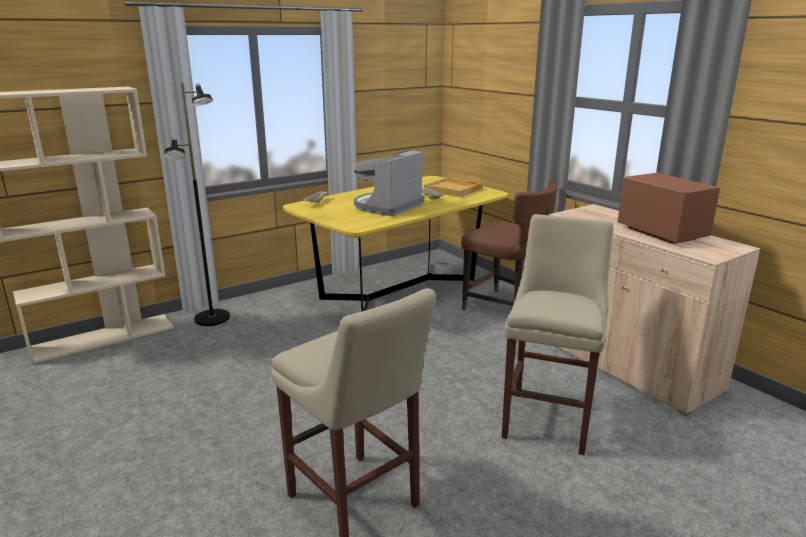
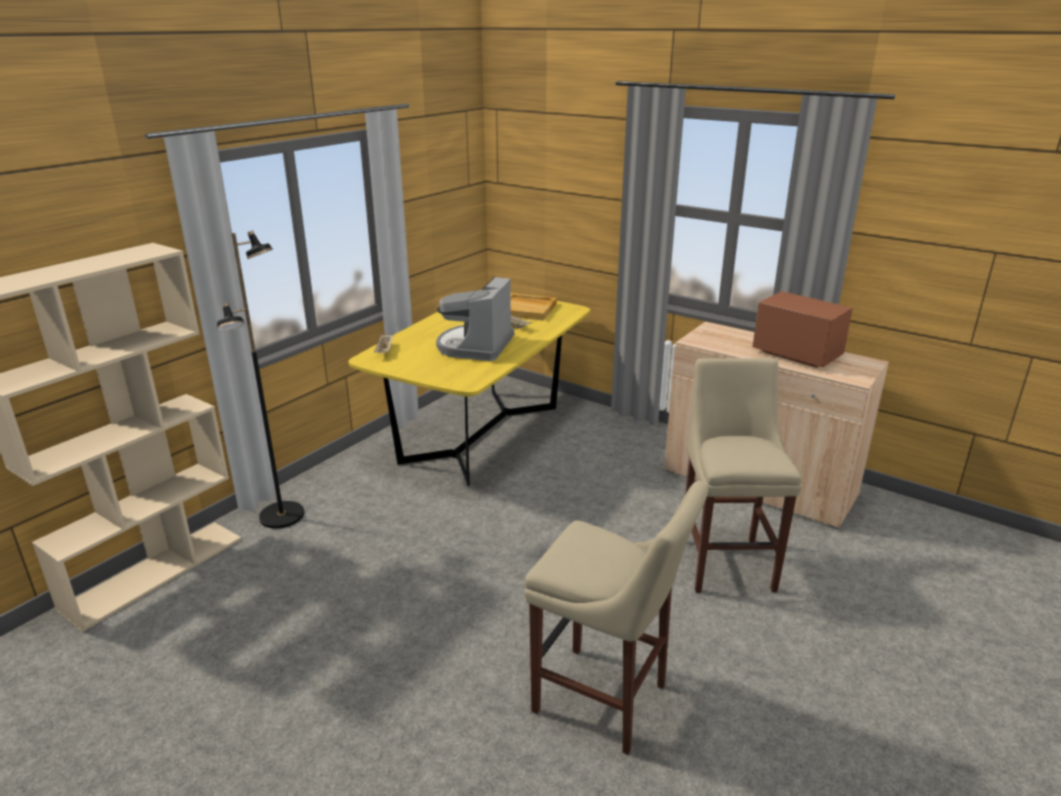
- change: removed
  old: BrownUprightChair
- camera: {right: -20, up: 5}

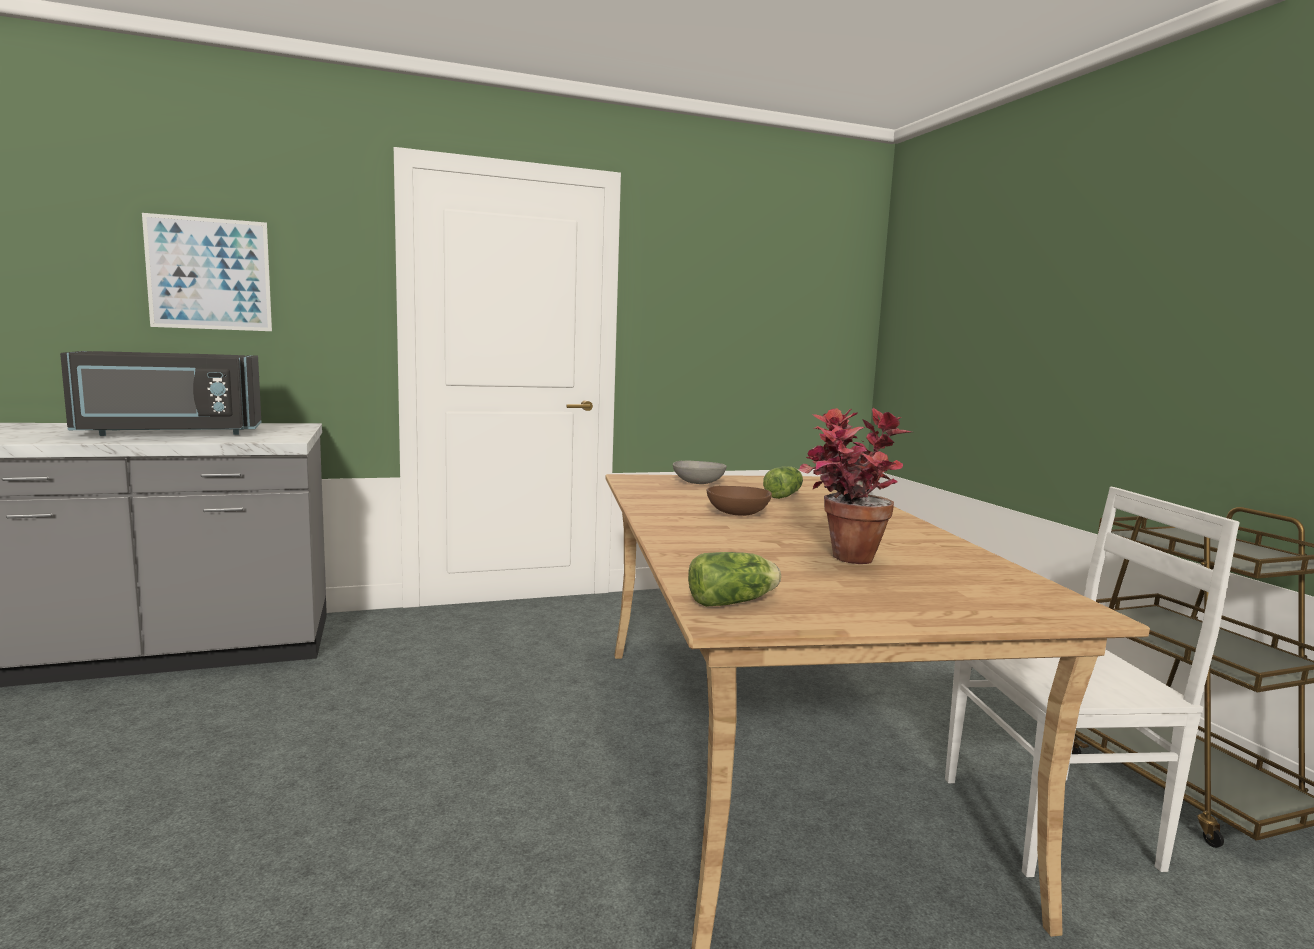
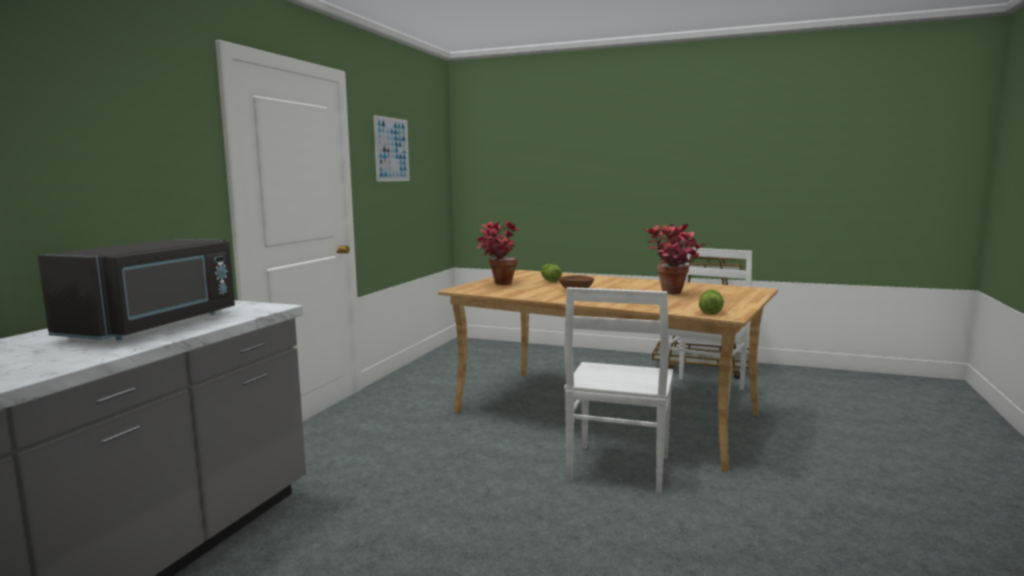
- change: moved
  old: WallPicture
- change: replaced
  old: GreyDeepDish
  new: PottedPlant (1st from left)
- change: added
  new: WhiteUprightChair (1st from left)
- camera: {right: -50, up: 0}

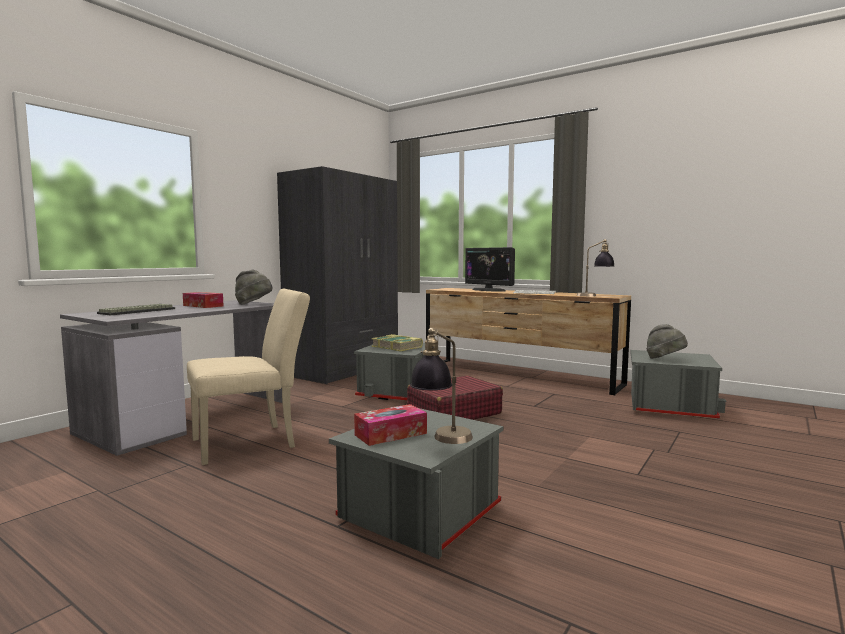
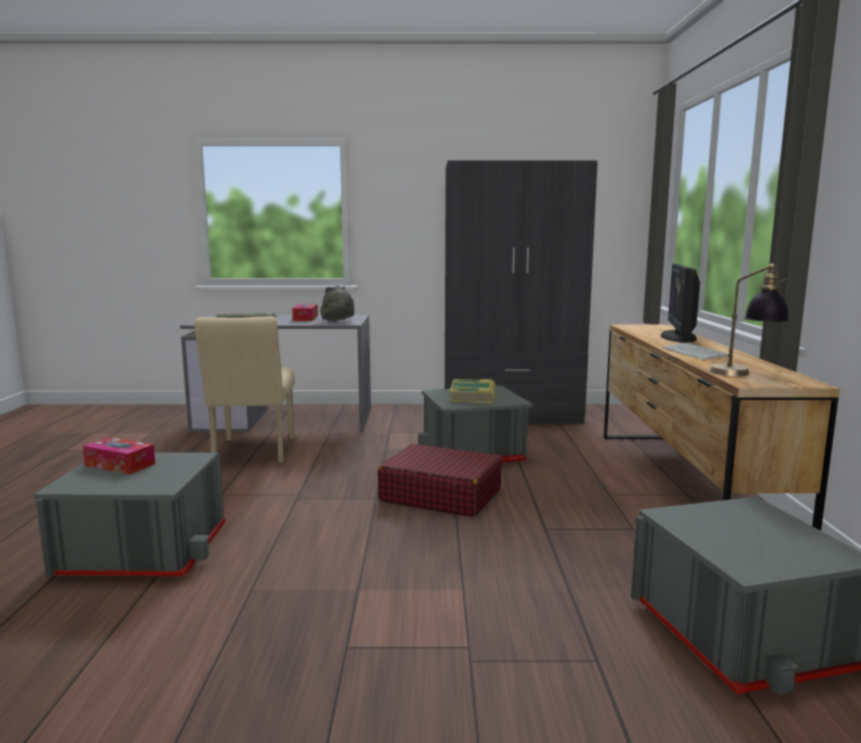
- change: turned
  old: BeigeUprightChair
  degrees: 60
- change: removed
  old: LampForATable (1st from left)
- change: removed
  old: GreyClothingHat (2nd from left)
- camera: {right: 55, up: 5}

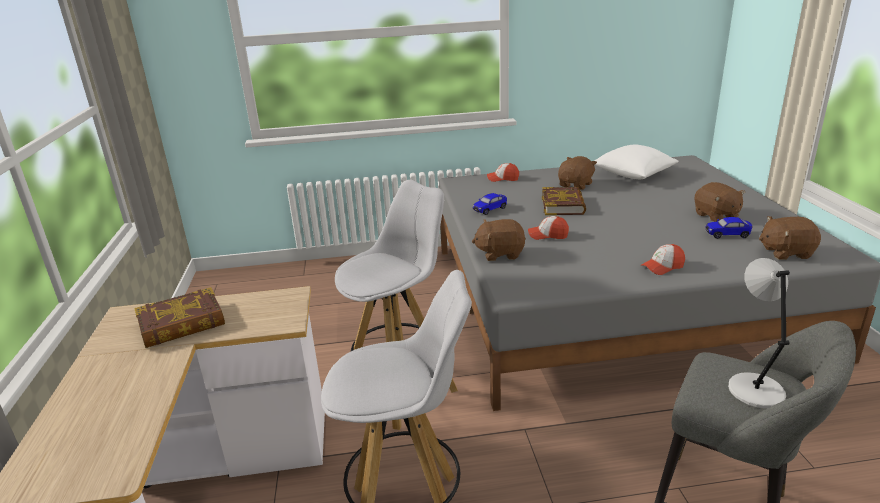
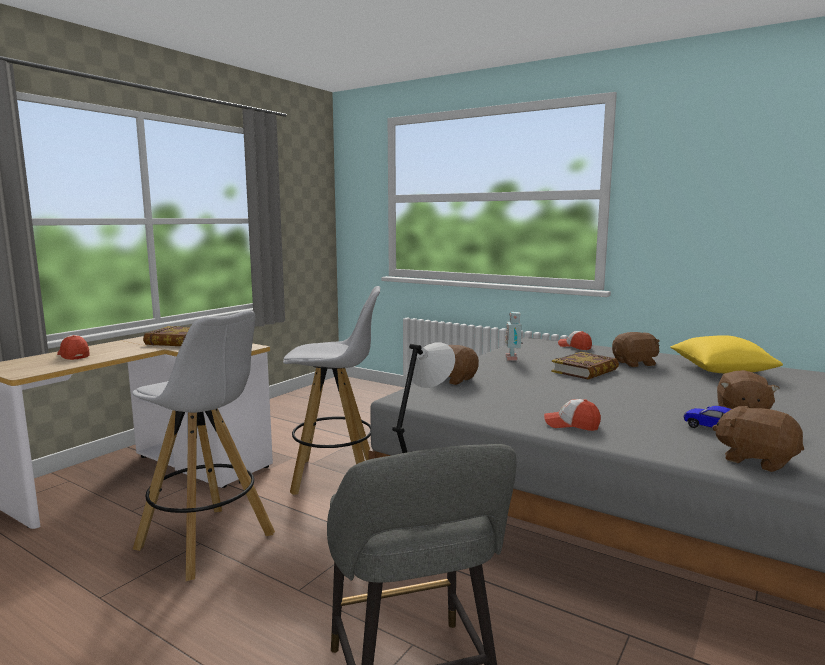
- change: replaced
  old: ToyCar (1st from left)
  new: ModelRobot
- change: moved
  old: Cap (2nd from left in the first image)
  new: Cap (1st from left)
- change: recoloured
  old: WhiteCushion
  new: YellowCushion
- camera: {right: 40, up: -15}

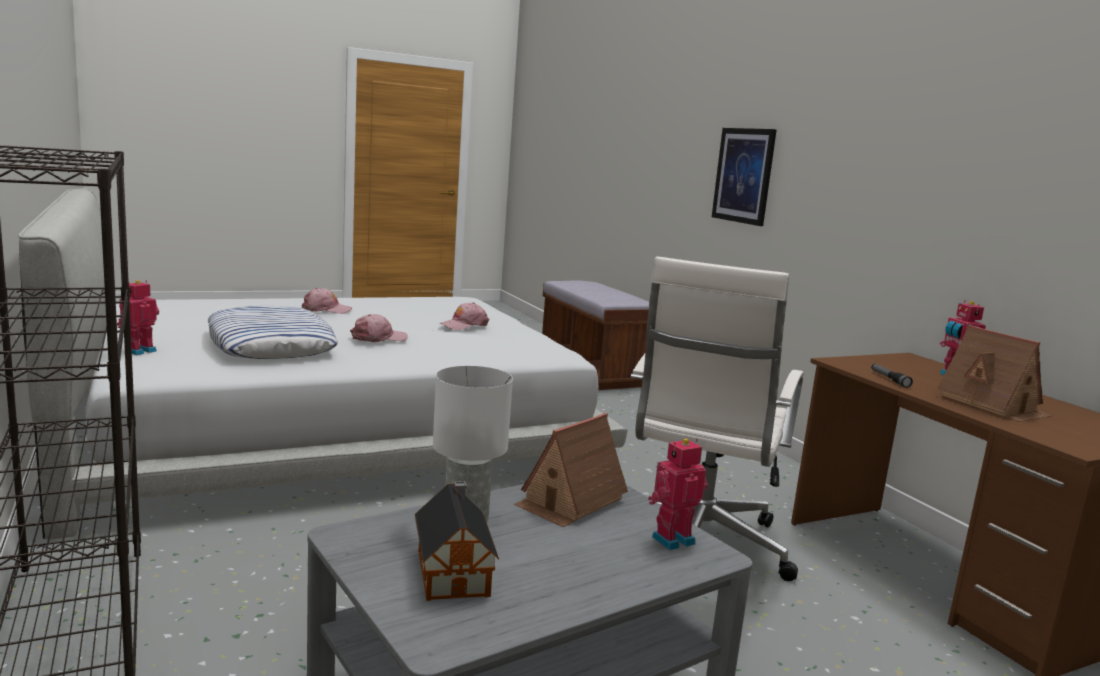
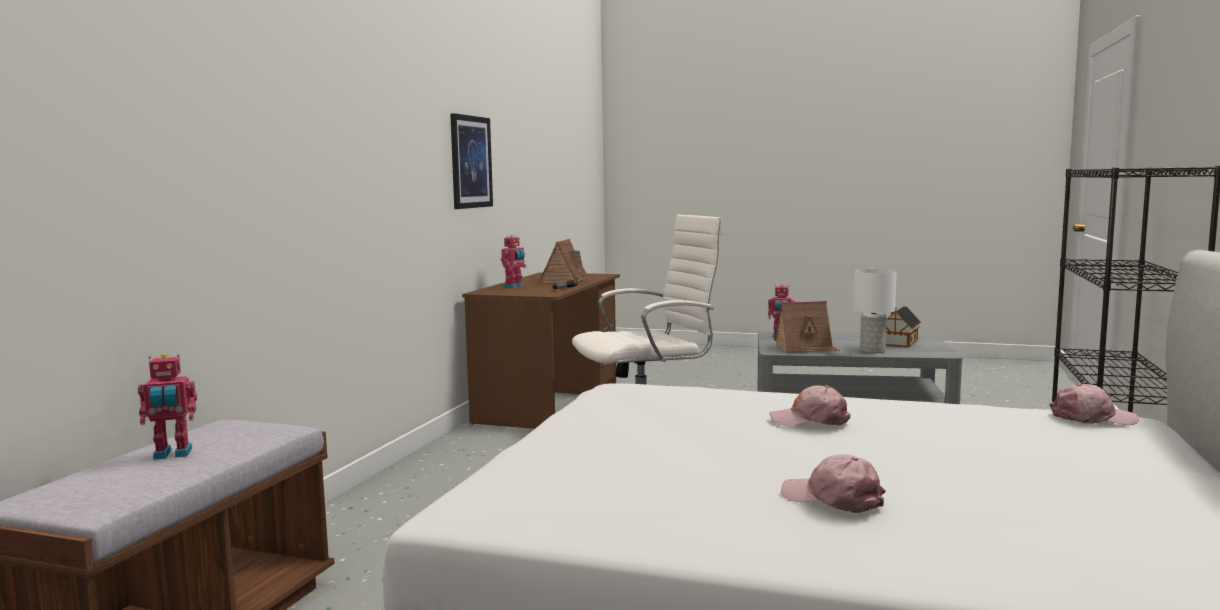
- change: moved
  old: ModelRobot (1st from left)
- change: removed
  old: Cushion
- change: moved
  old: PinkColouredCap (3rd from left)
- change: moved
  old: WallPicture
- camera: {right: -135, up: -5}

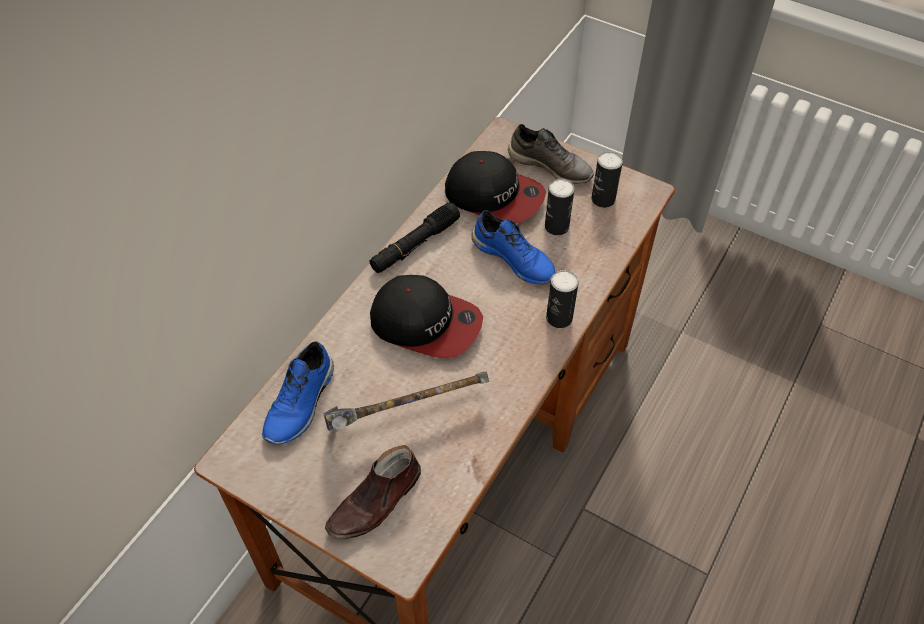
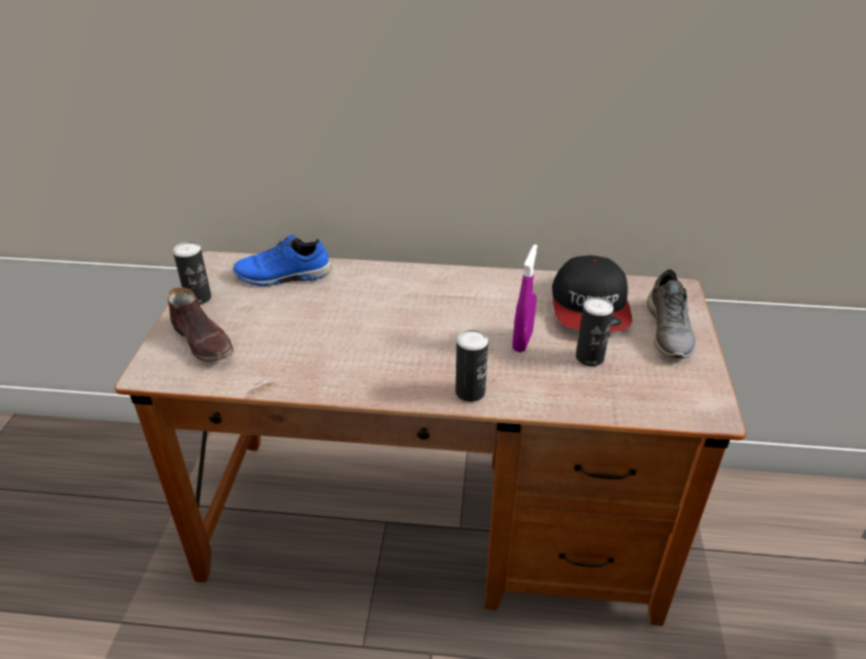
- change: removed
  old: ToolHammer
- change: turned
  old: BrownItemOfFootwear
  degrees: -150
- change: removed
  old: BlackColouredFlashlight
- change: removed
  old: Cap (1st from left)
- change: replaced
  old: BluishItemOfFootwear (2nd from left)
  new: PurpleSprayBottle
- change: moved
  old: SealedCan (3rd from left in the first image)
  new: SealedCan (1st from left)
- camera: {right: 65, up: -15}

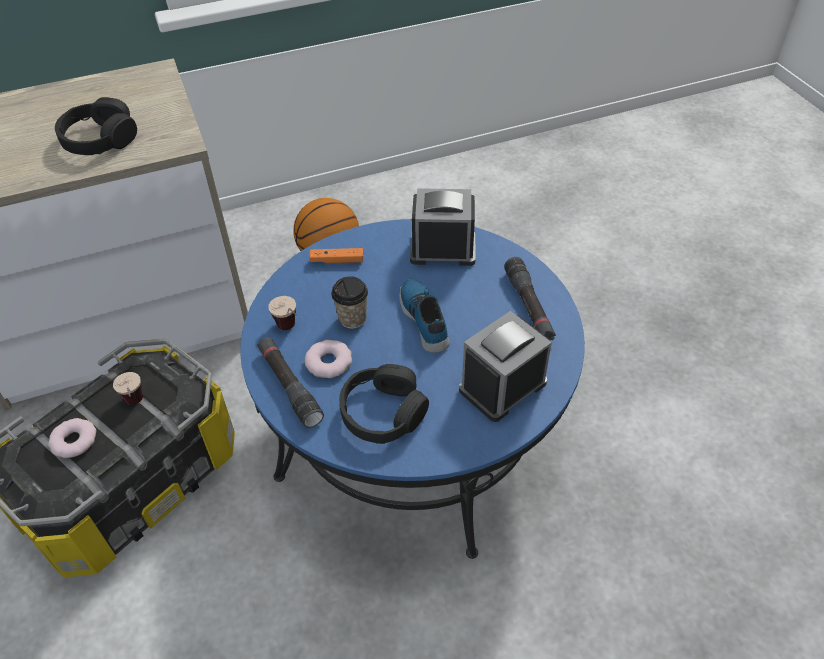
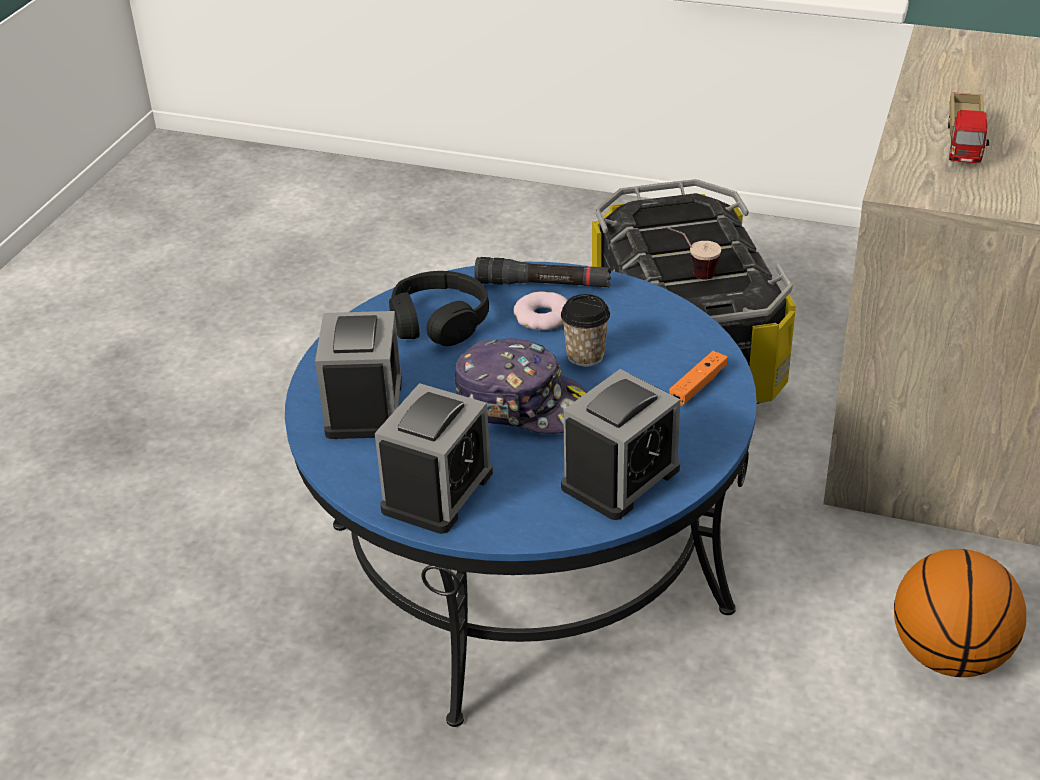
- change: removed
  old: RingDoughnut (1st from left)
- change: replaced
  old: BlackColouredPairOfHeadphones (1st from left)
  new: ToyTruck
- change: removed
  old: DrinkingCup (2nd from left)
- change: replaced
  old: ItemOfFootwear
  new: Cap
- change: replaced
  old: BlackColouredFlashlight (2nd from left)
  new: BedsideClock (2nd from left)
- camera: {right: 130, up: -10}

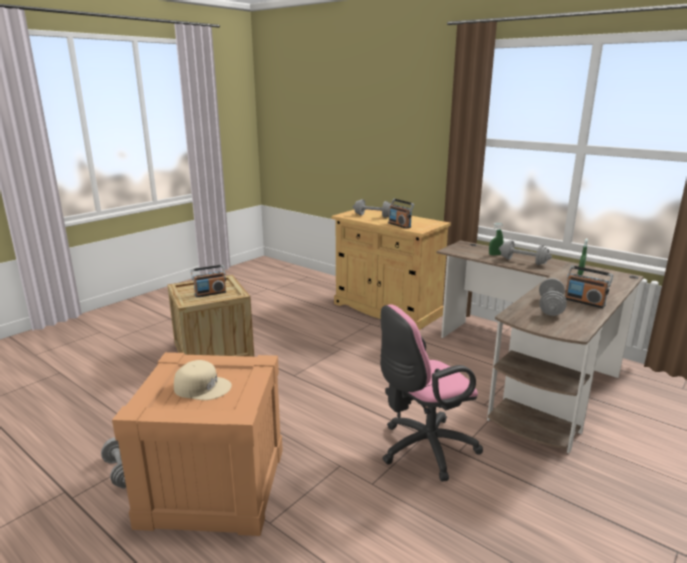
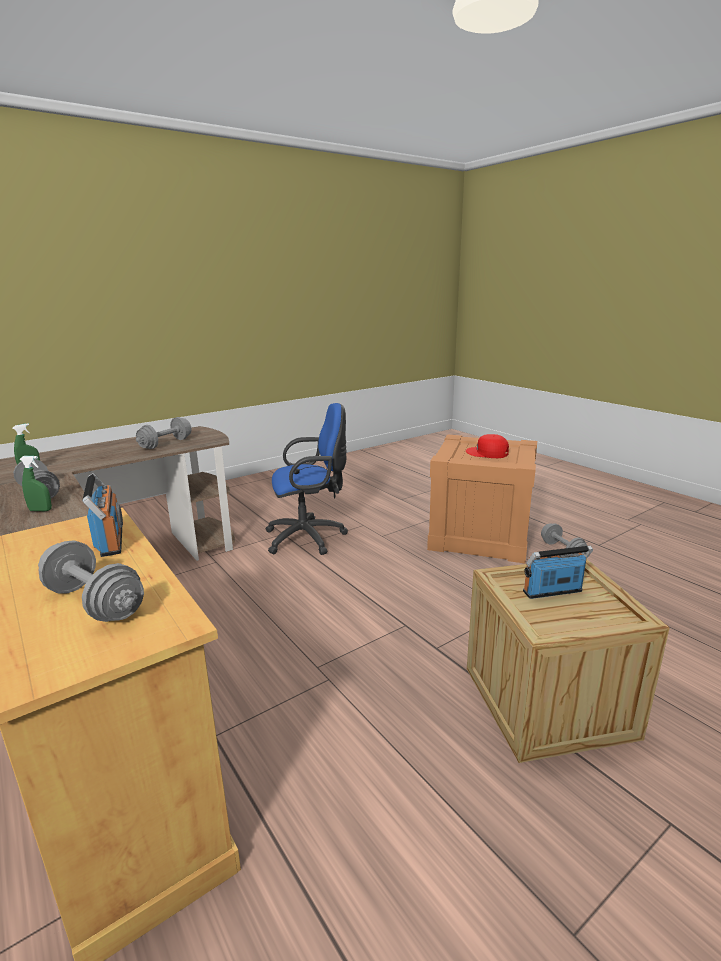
- change: recoloured
  old: BeigeCap
  new: RedCap
- change: recoloured
  old: PinkColouredComputerChair
  new: BluishComputerChair
- change: removed
  old: RadioReceiver (3rd from left)
- camera: {right: -165, up: 0}

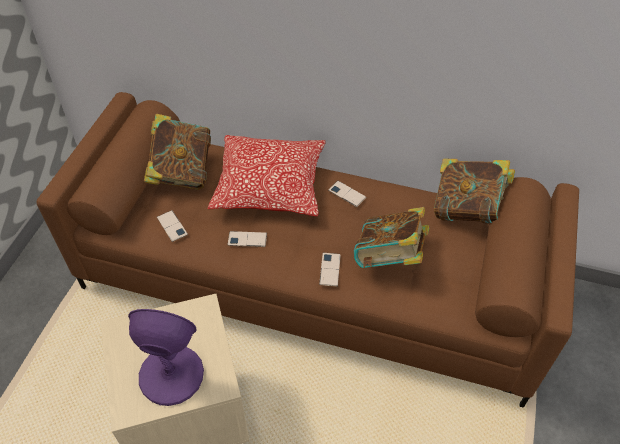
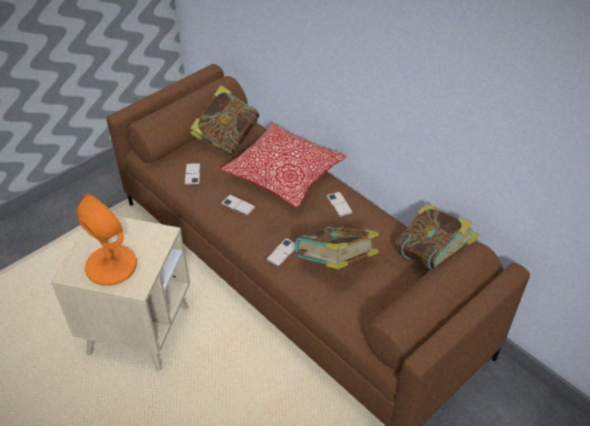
- change: recoloured
  old: PurpleLampForATable
  new: OrangeyLampForATable
- camera: {right: 30, up: -5}

